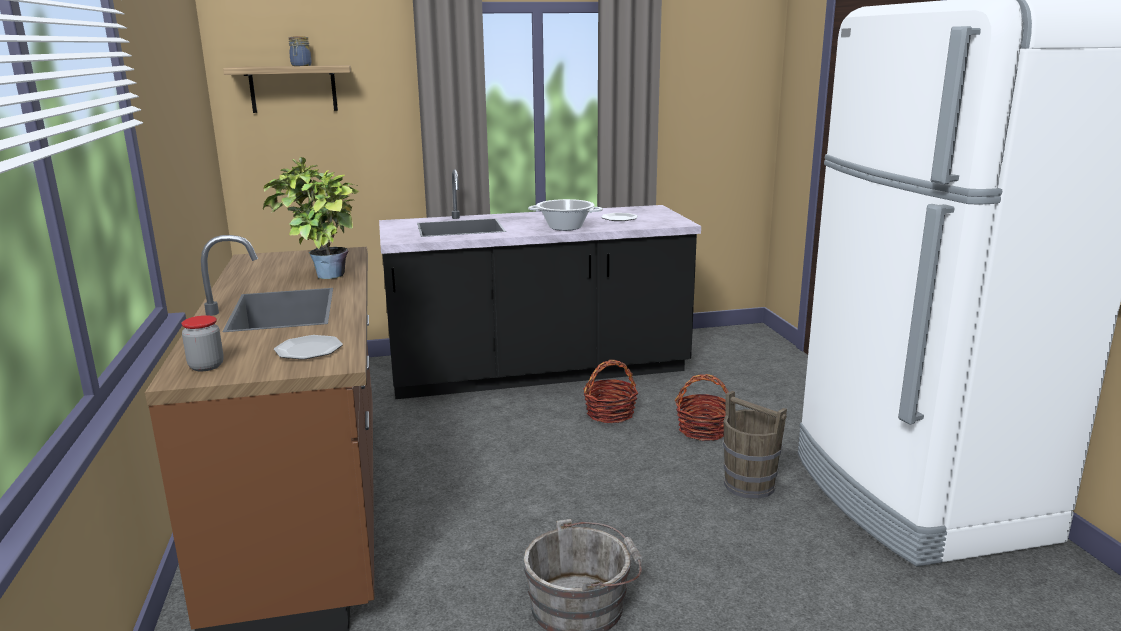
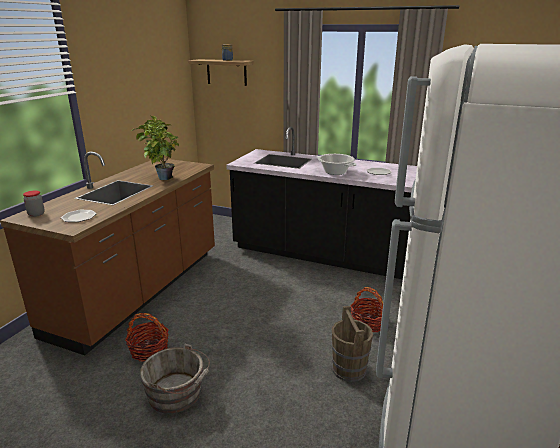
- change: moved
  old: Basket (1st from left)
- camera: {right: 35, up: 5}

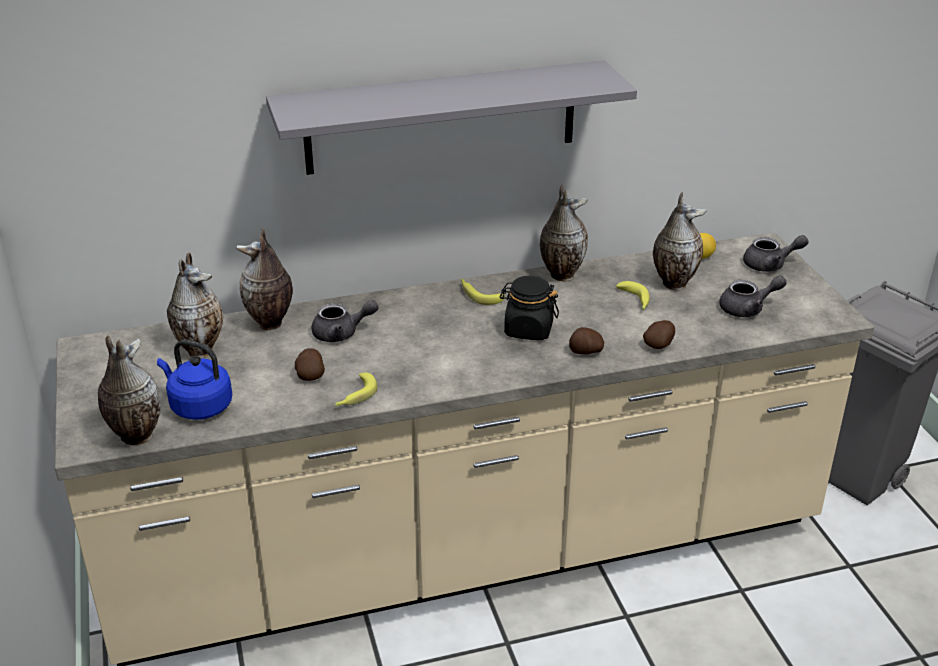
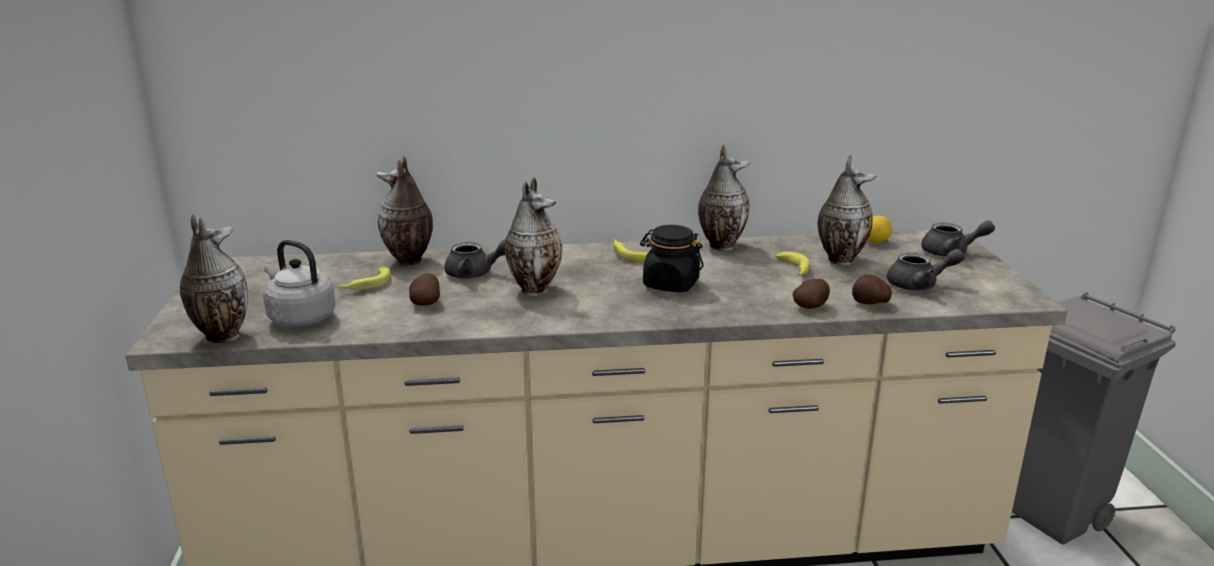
- change: recoloured
  old: BluishKettle
  new: GreyKettle
- change: moved
  old: Vase (2nd from left in the first image)
  new: Vase (3rd from left)
- change: removed
  old: GreyWallShelf
- change: moved
  old: Banana (1st from left)
- change: moved
  old: Spud (2nd from left in the first image)
  new: Spud (3rd from left)
- camera: {right: 10, up: -10}

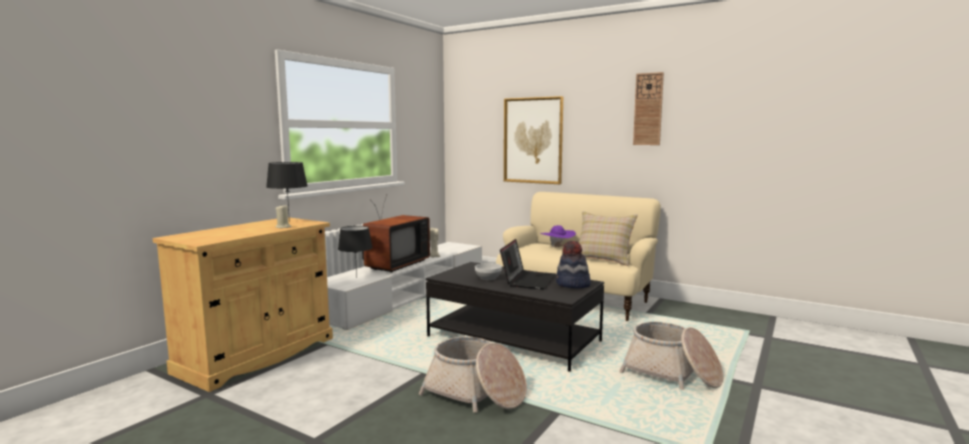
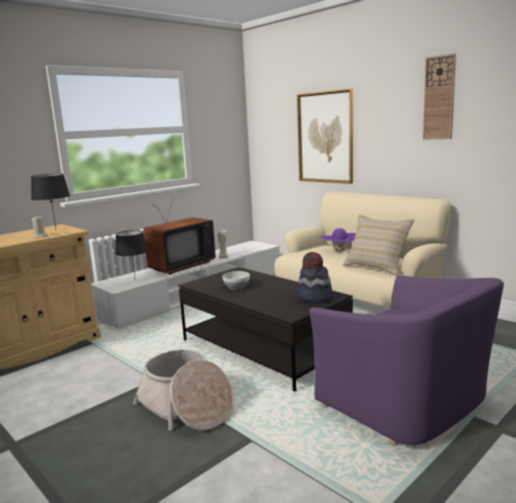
- change: removed
  old: NotebookComputer
- change: replaced
  old: Basket (2nd from left)
  new: PurpleLoungeChair
- camera: {right: 15, up: 5}

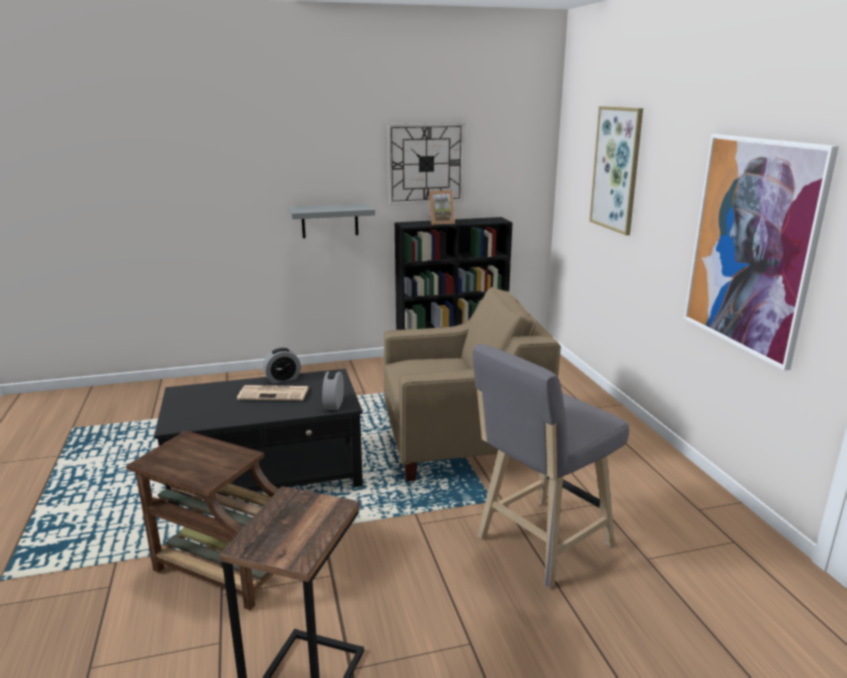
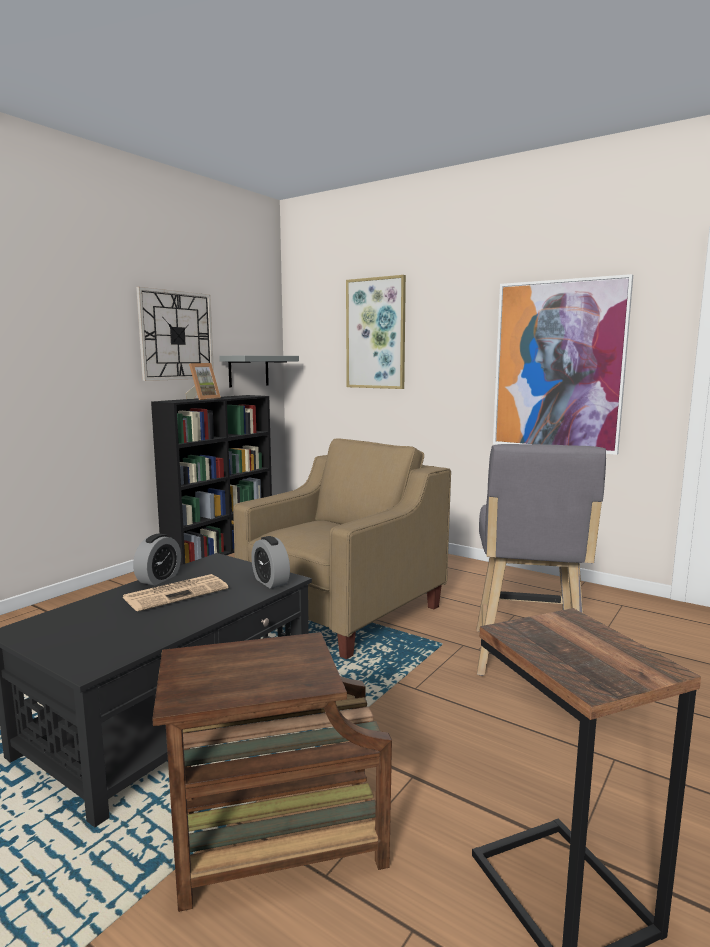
- change: moved
  old: GreyWallShelf
- camera: {right: -40, up: -10}

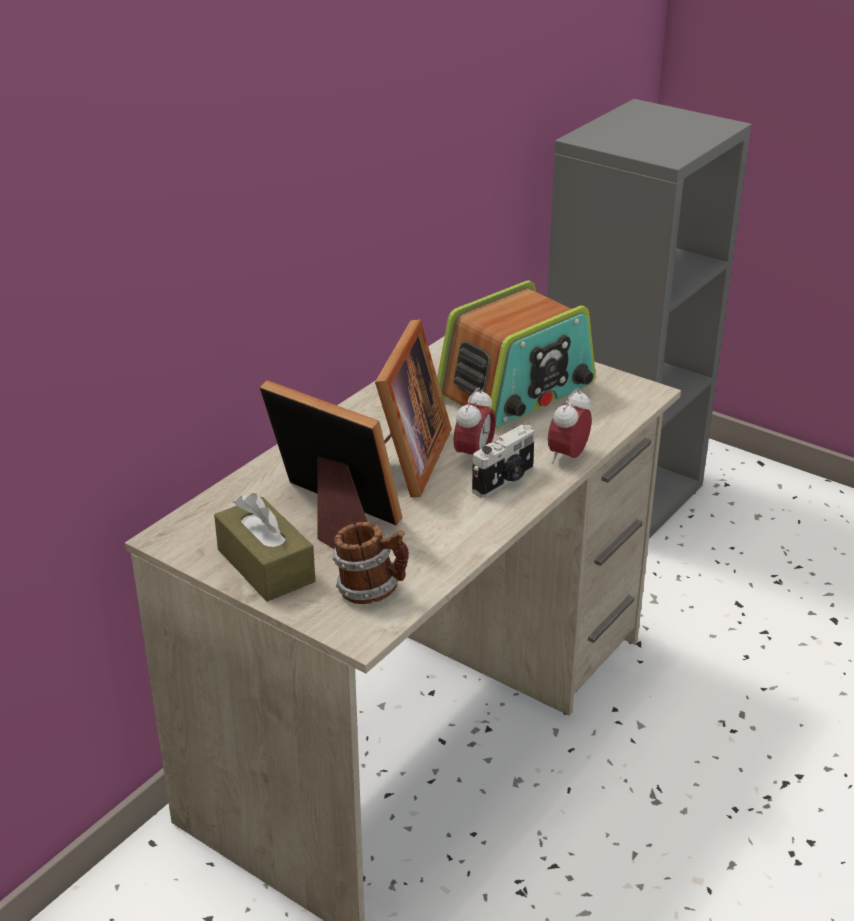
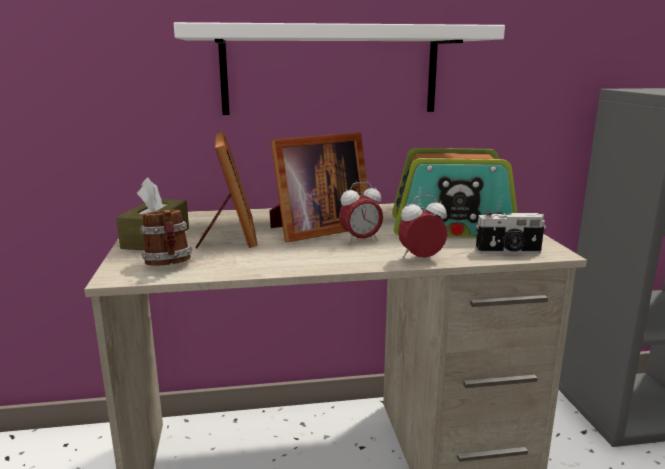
- change: moved
  old: PhotoCamera
- change: added
  new: WhiteWallShelf
- camera: {right: 45, up: -15}

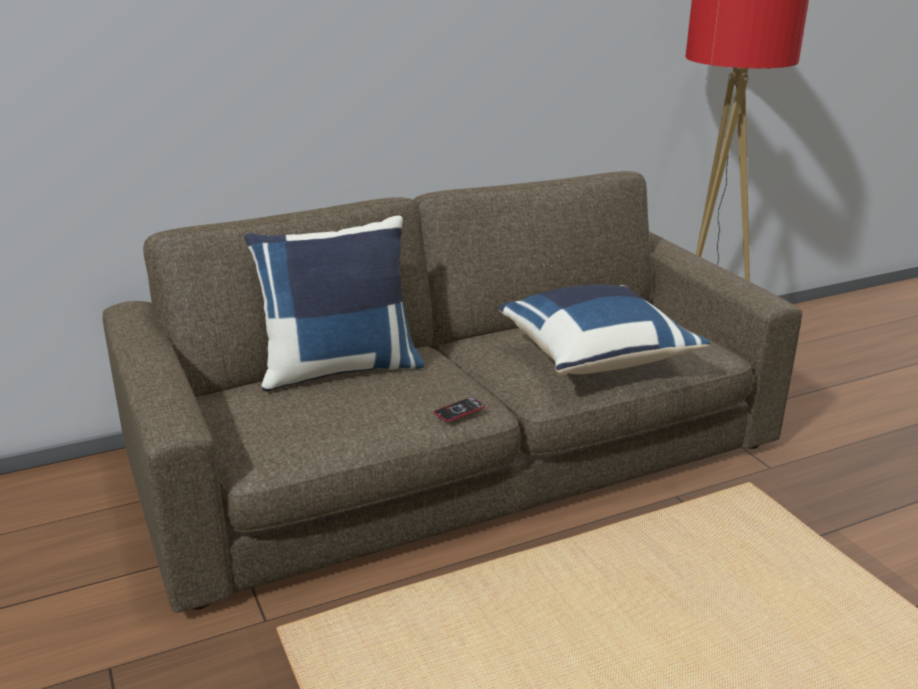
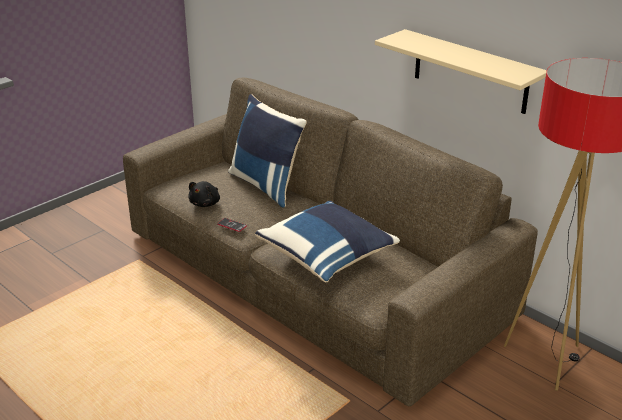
- change: added
  new: BlackColouredSoftToy
- change: added
  new: BeigeWallShelf
- camera: {right: 70, up: 5}

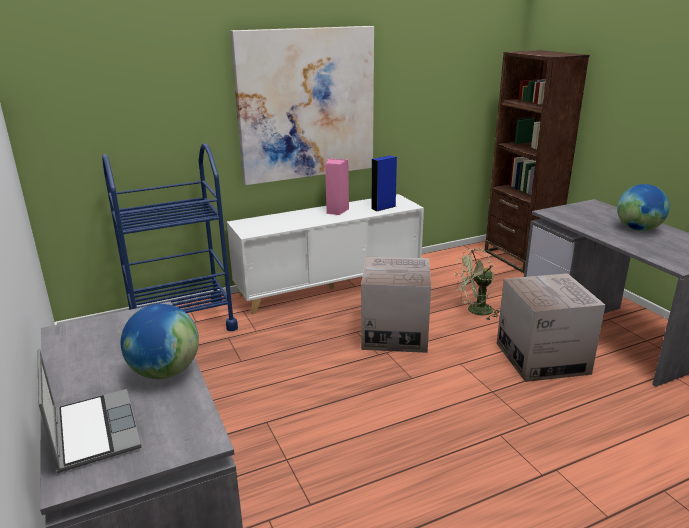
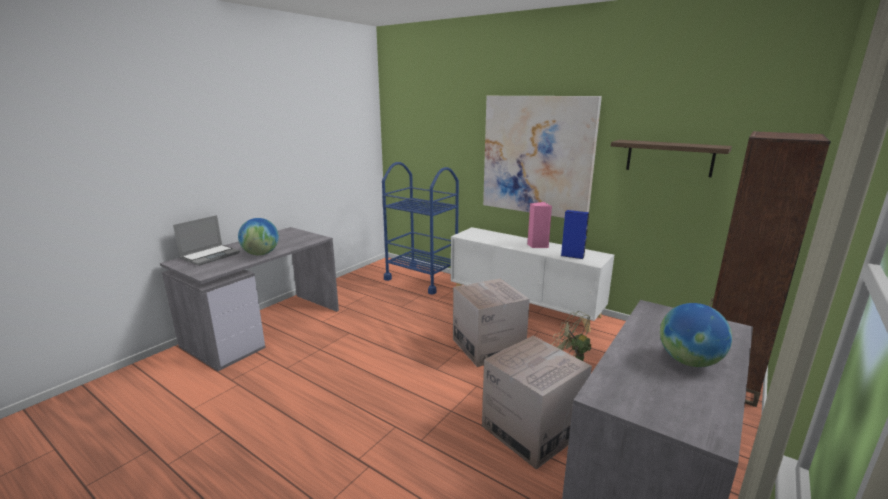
- change: added
  new: WallShelf
- camera: {right: 60, up: -5}

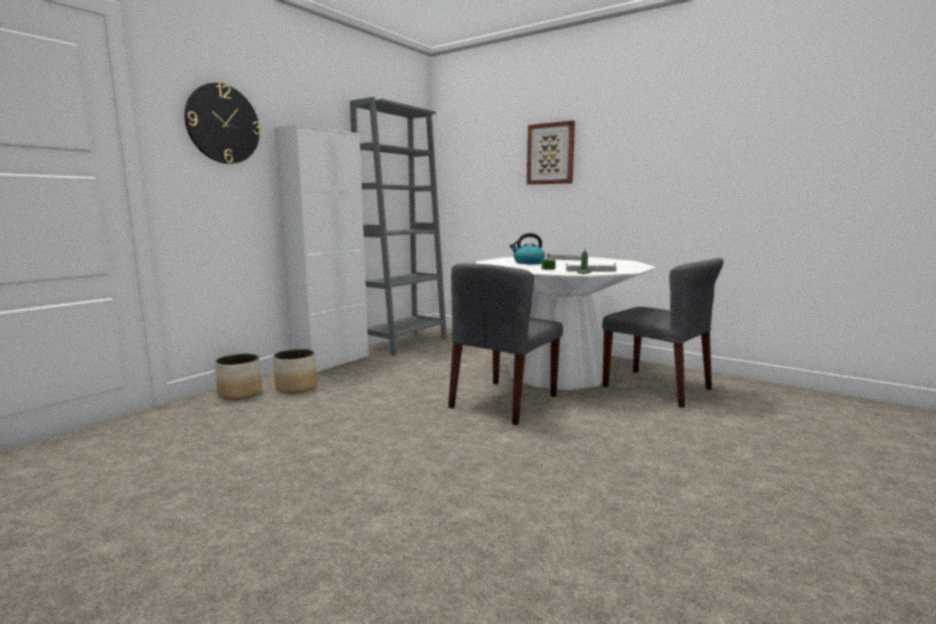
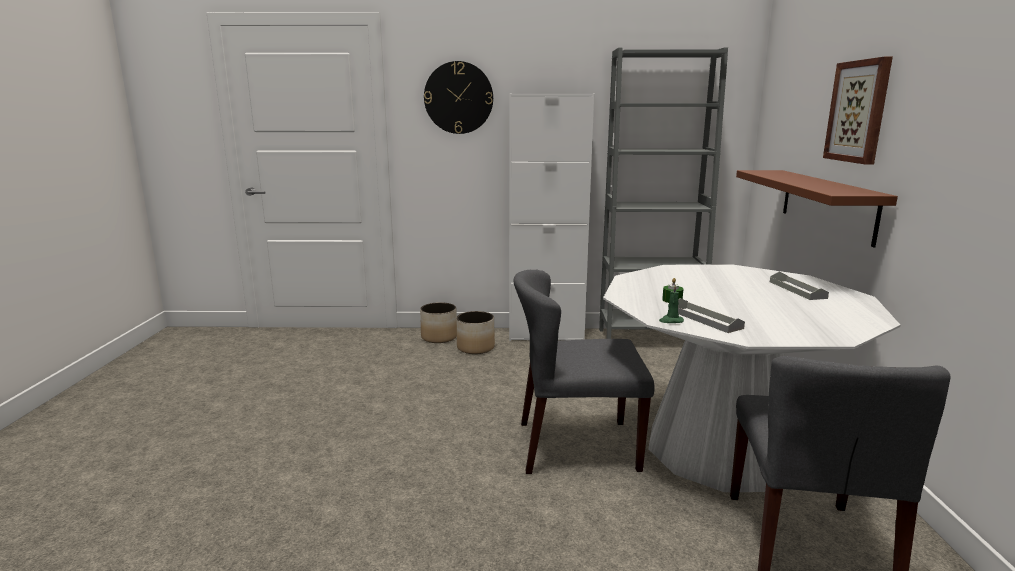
- change: removed
  old: Kettle
- change: added
  new: BrownWallShelf
- camera: {right: 55, up: 5}

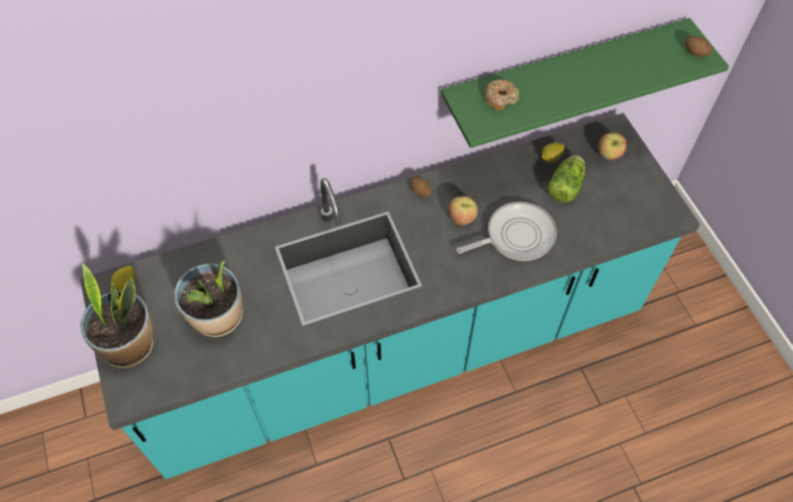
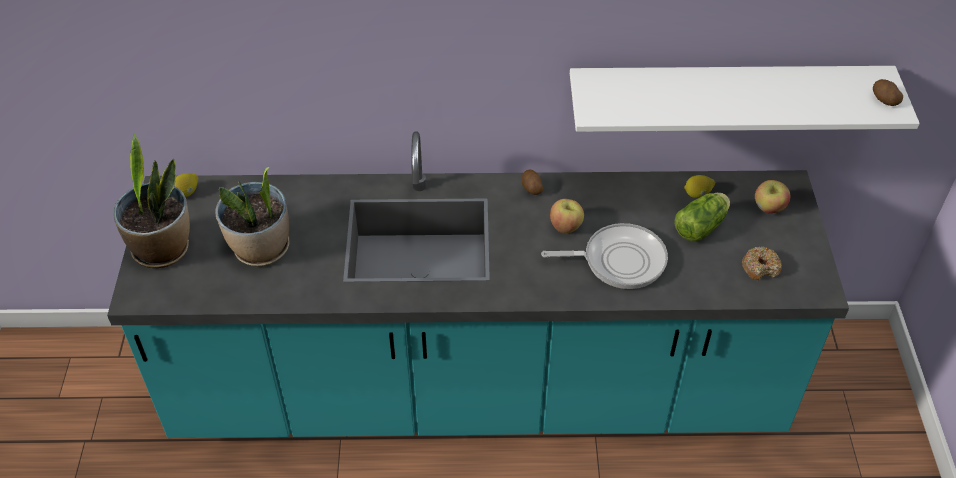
- change: recoloured
  old: GreenishWallShelf
  new: WhiteWallShelf
- change: moved
  old: RingDoughnut
- camera: {right: 20, up: -10}

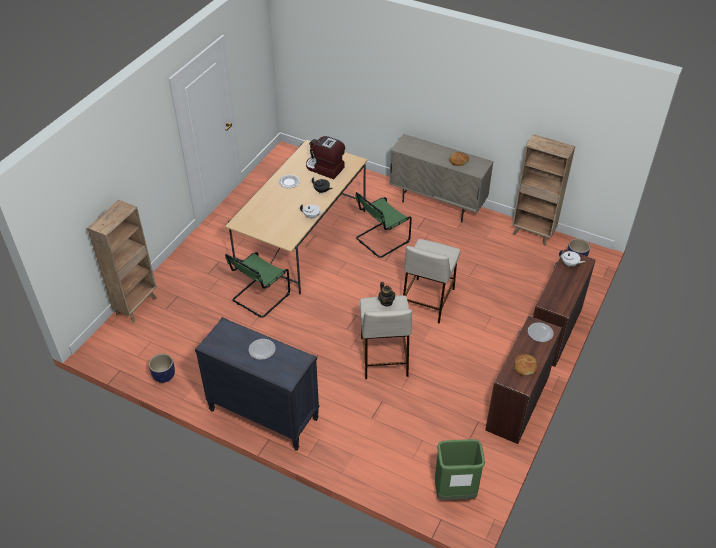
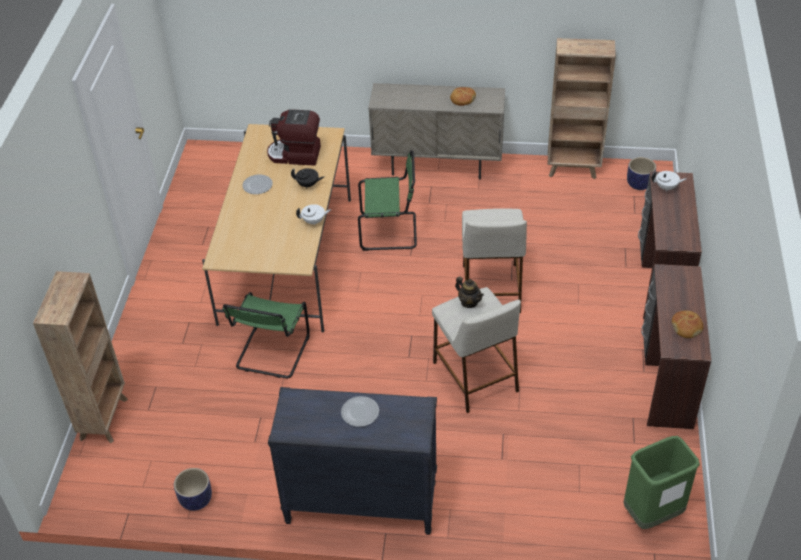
- change: turned
  old: GreenishUprightChair (2nd from left)
  degrees: -120
- change: removed
  old: DinnerPlate (3rd from left)
- camera: {right: -20, up: 0}

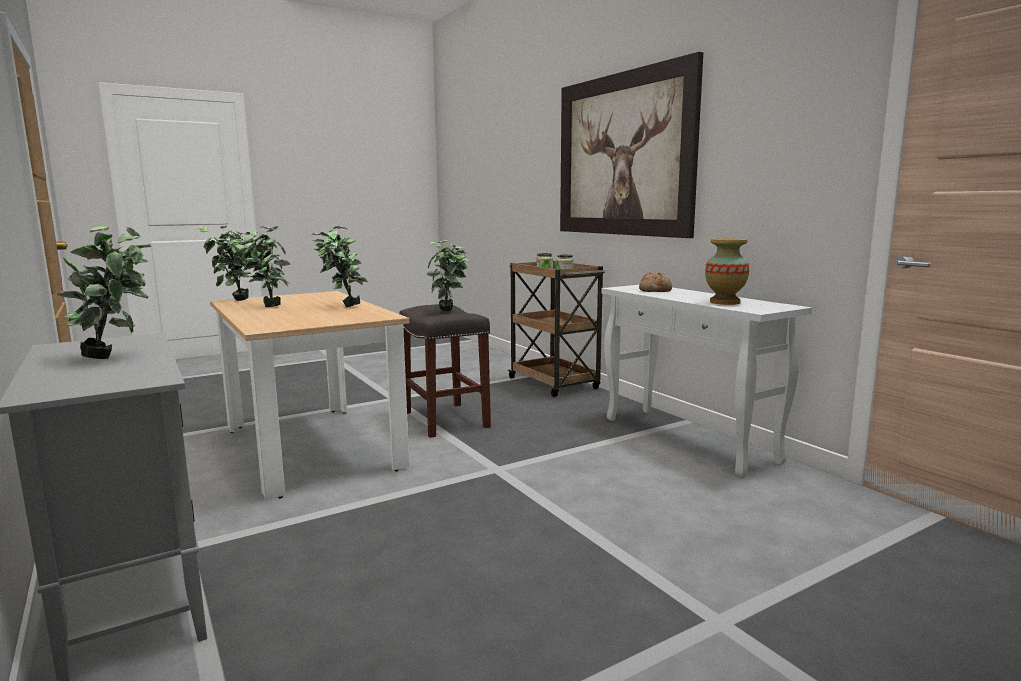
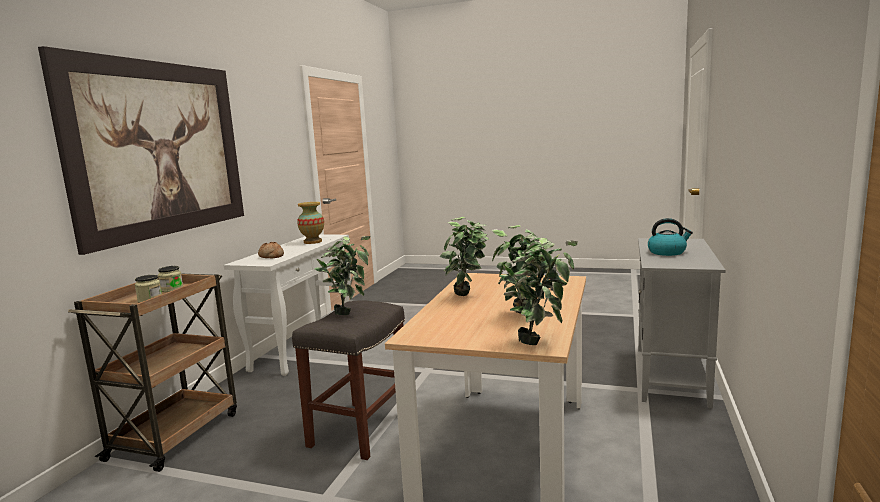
- change: replaced
  old: PottedPlant (1st from left)
  new: Kettle
- camera: {right: -130, up: 0}

